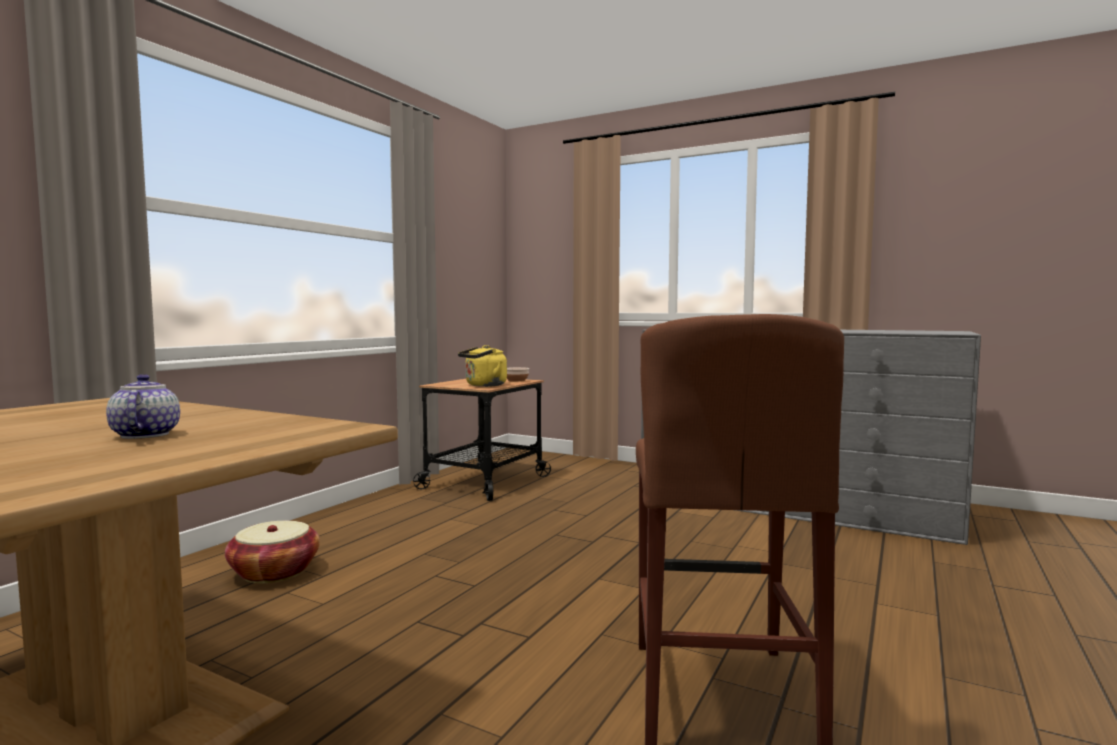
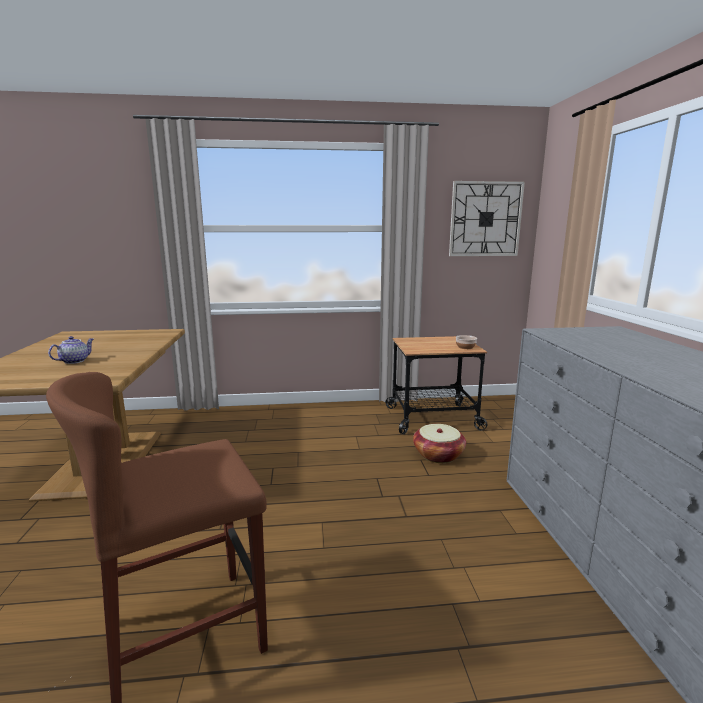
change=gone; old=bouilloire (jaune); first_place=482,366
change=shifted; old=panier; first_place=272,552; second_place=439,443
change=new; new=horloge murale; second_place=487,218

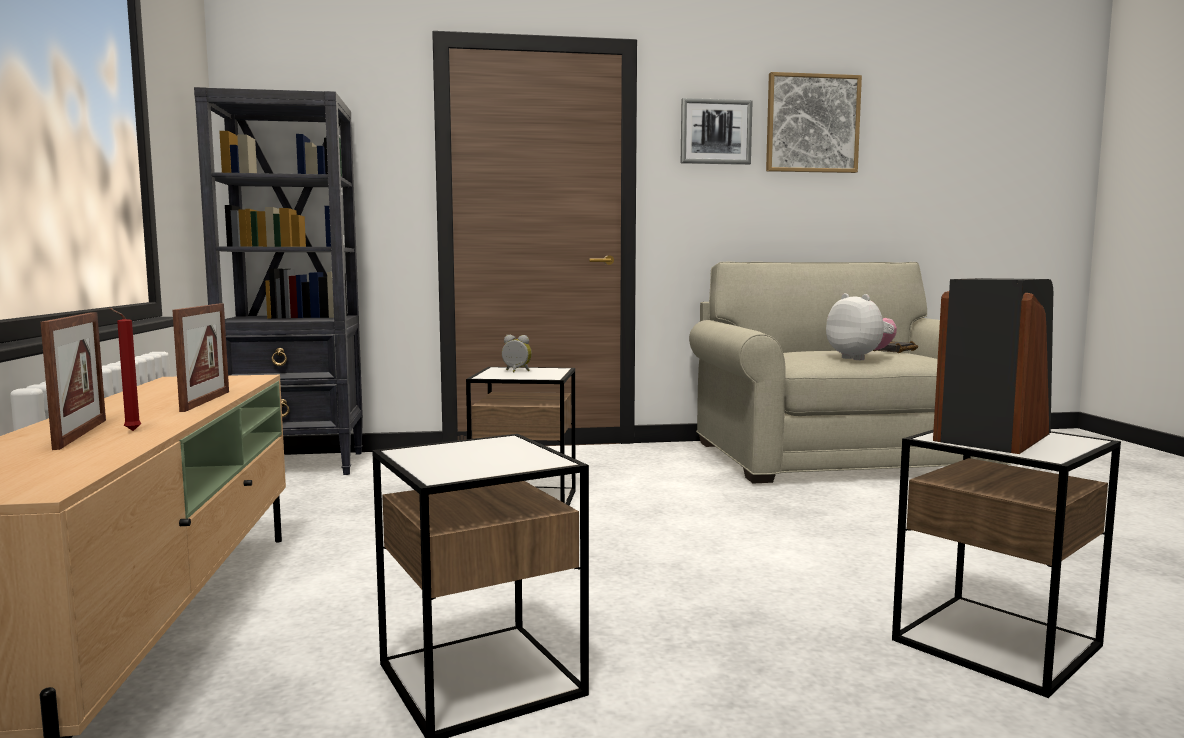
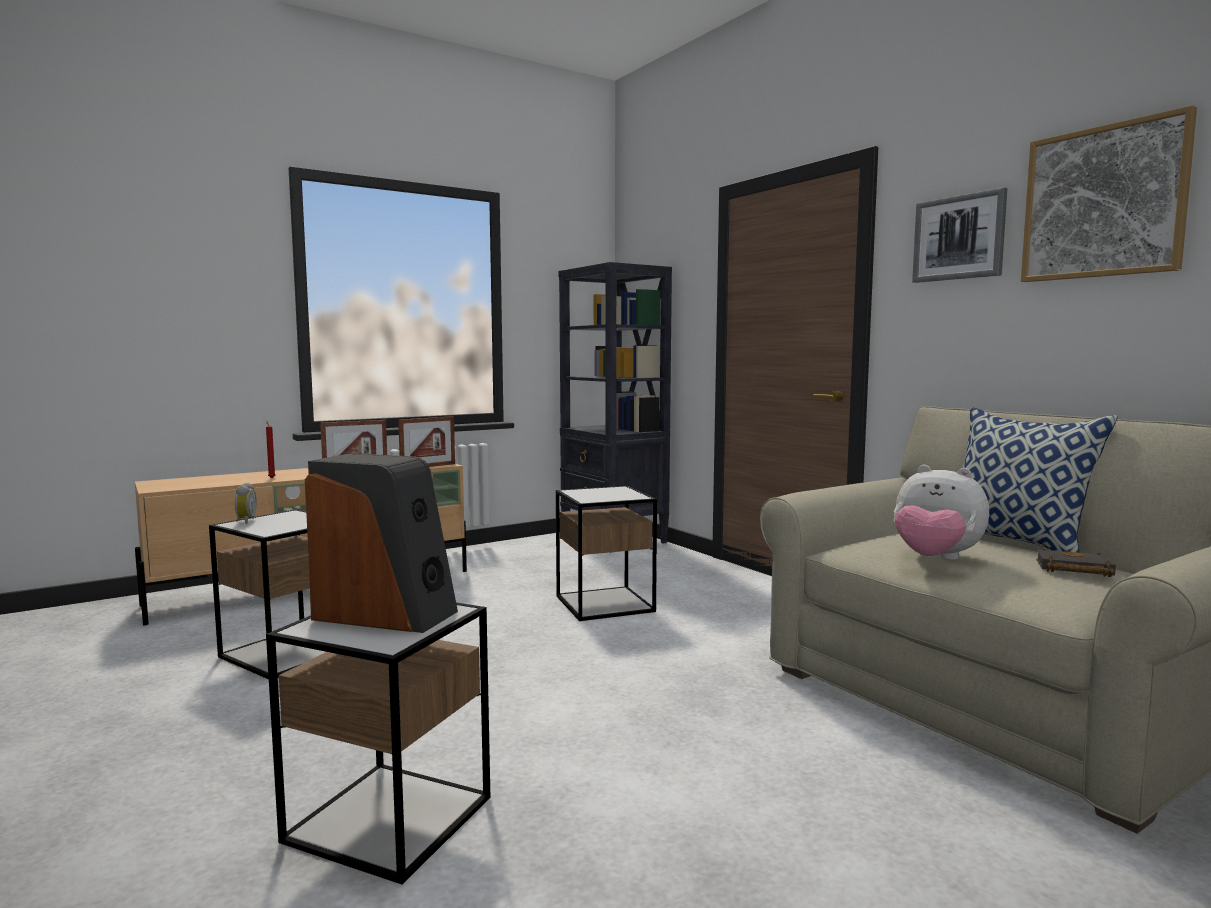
change=rotated; old=peluche; first_place=861,326; second_place=941,512; degrees=90
change=shifted; old=cadre photo; first_place=73,381; second_place=426,441
change=shifted; old=réveil; first_place=517,353; second_place=246,503
change=new; new=coussin; second_place=1040,480

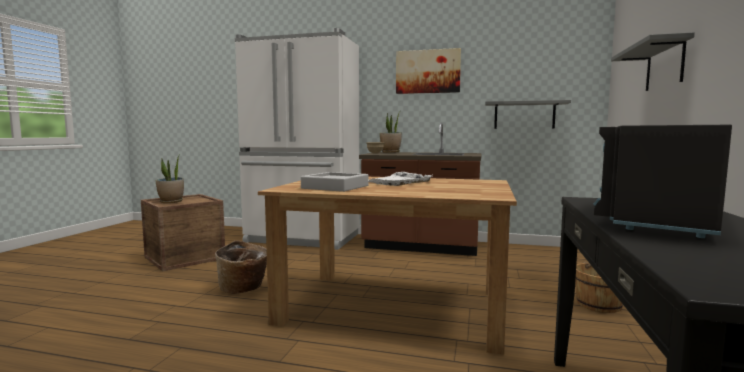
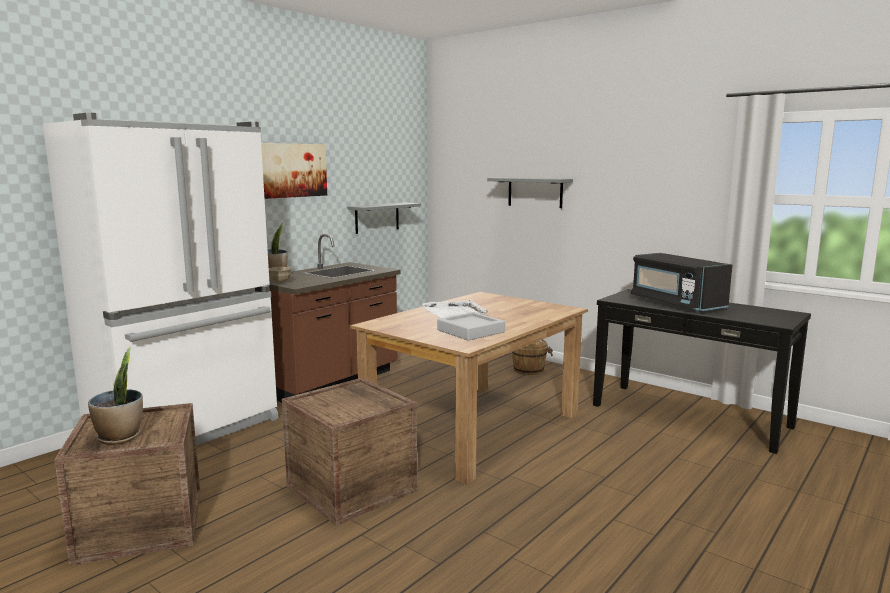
change=swapped; old=panier; new=caisse; first_place=241,267; second_place=349,452

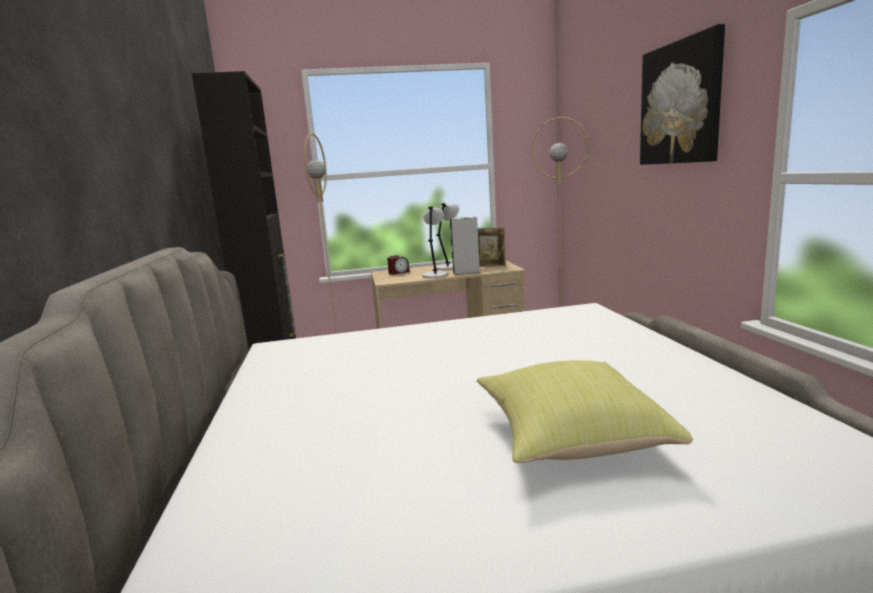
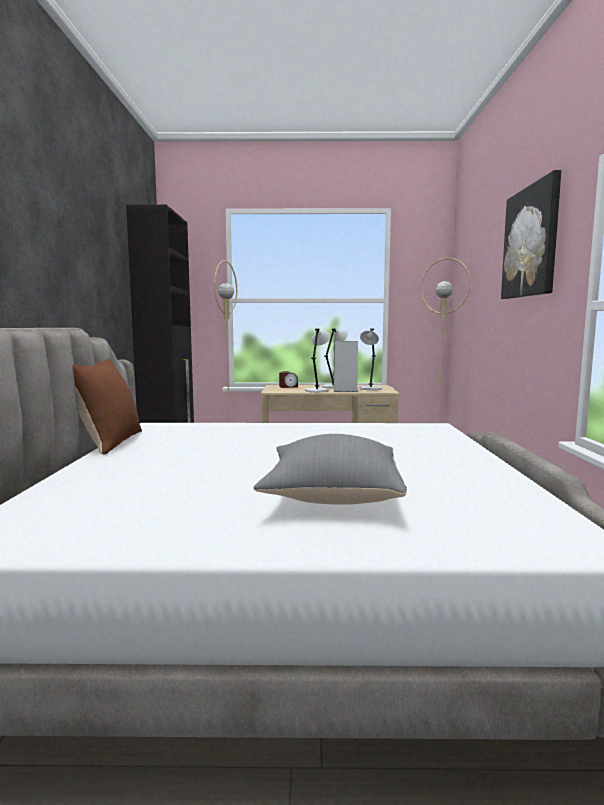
change=swapped; old=cadre photo; new=lampe de table (gris); first_place=492,247; second_place=370,359
change=repainted; old=coussin (jaune); new=coussin (gris); first_place=585,411; second_place=330,469
change=new; new=coussin (marron); second_place=107,406

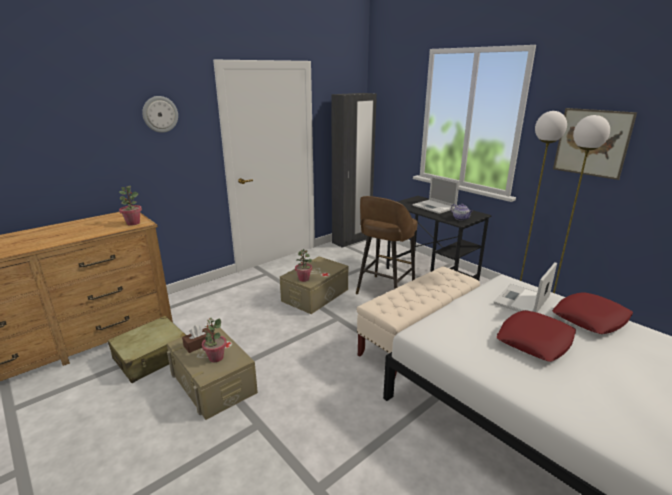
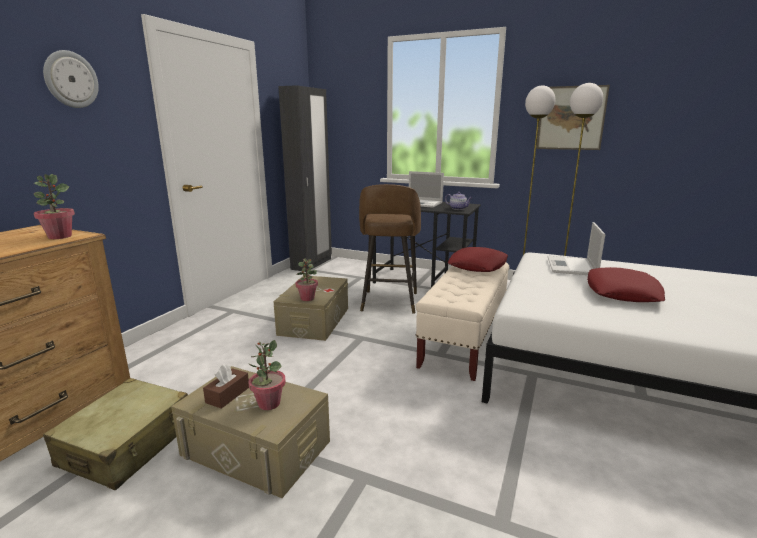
change=shifted; old=coussin (rouge); first_place=592,313; second_place=477,259

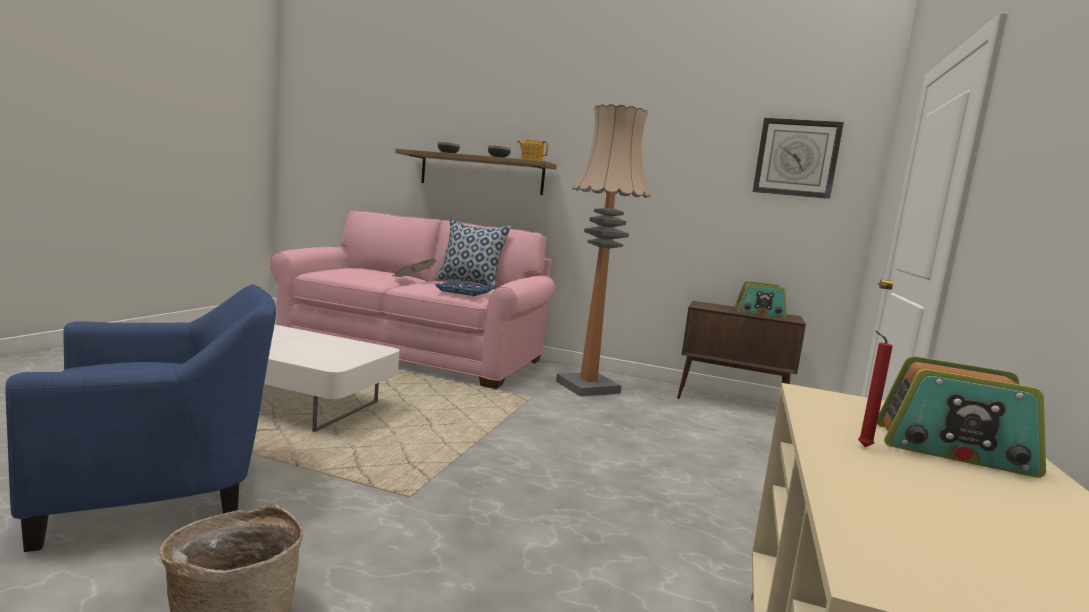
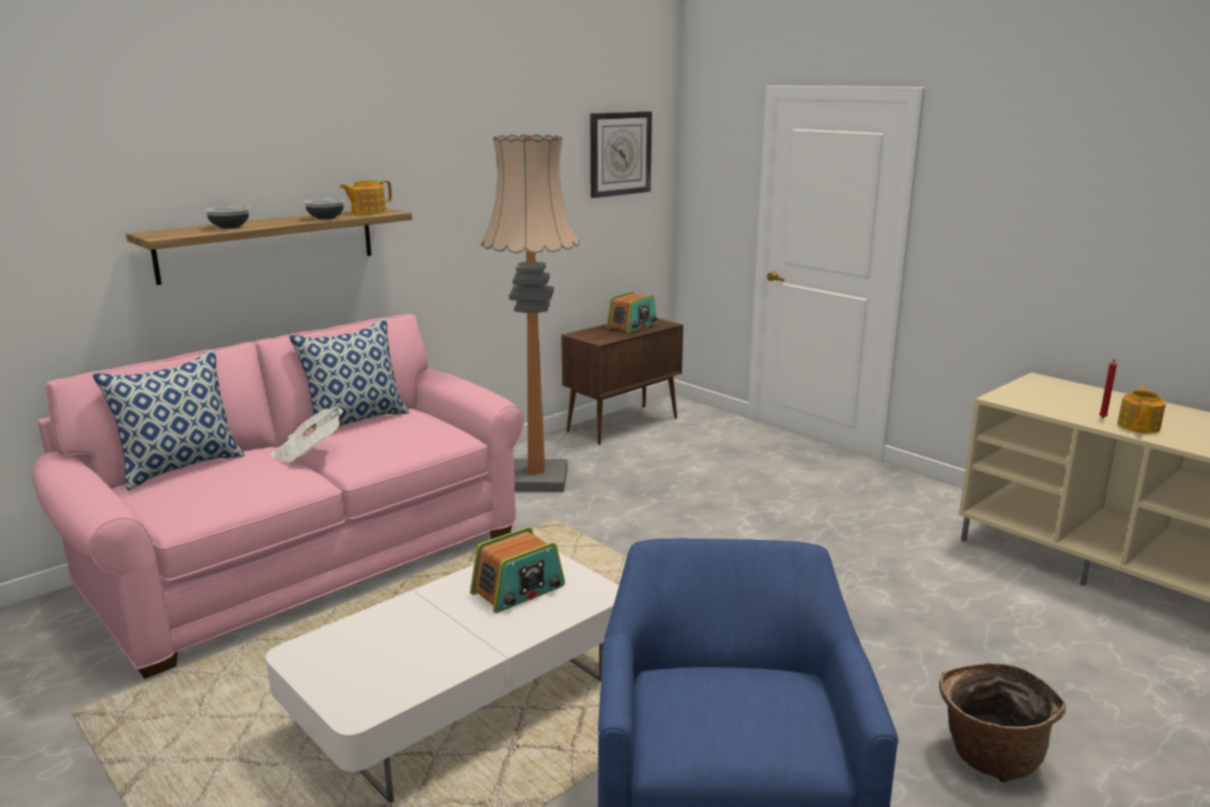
change=gone; old=plateau (bleu); first_place=465,288
change=shifted; old=radio; first_place=961,417; second_place=517,570
change=new; new=coussin; second_place=168,419
change=new; new=théière; second_place=1141,410

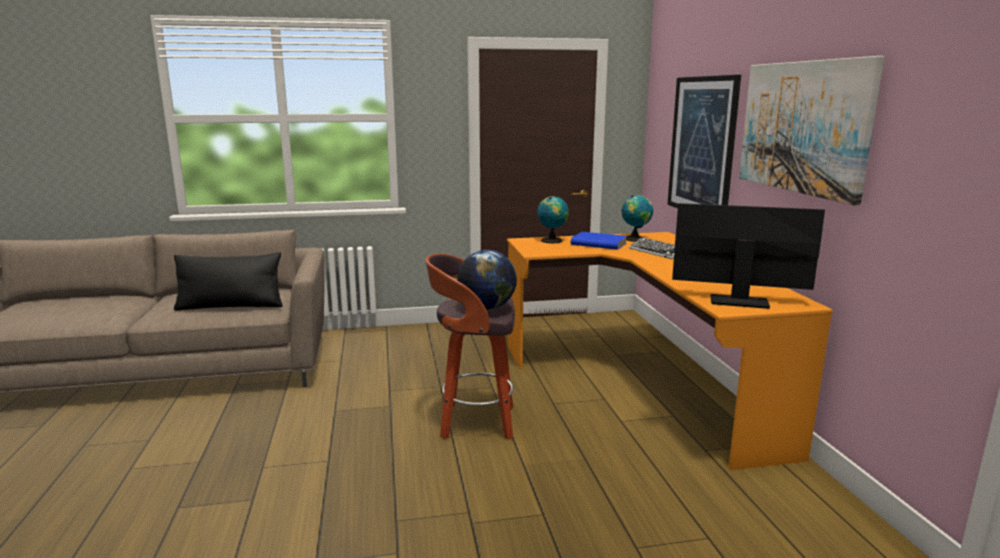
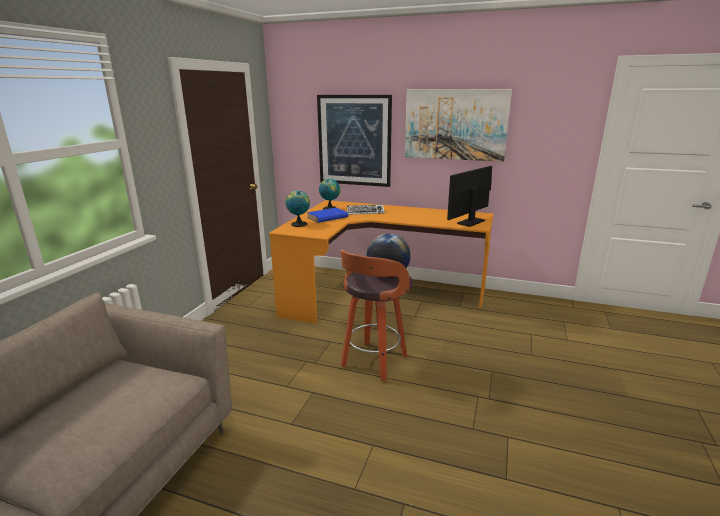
change=gone; old=coussin (noir); first_place=228,281

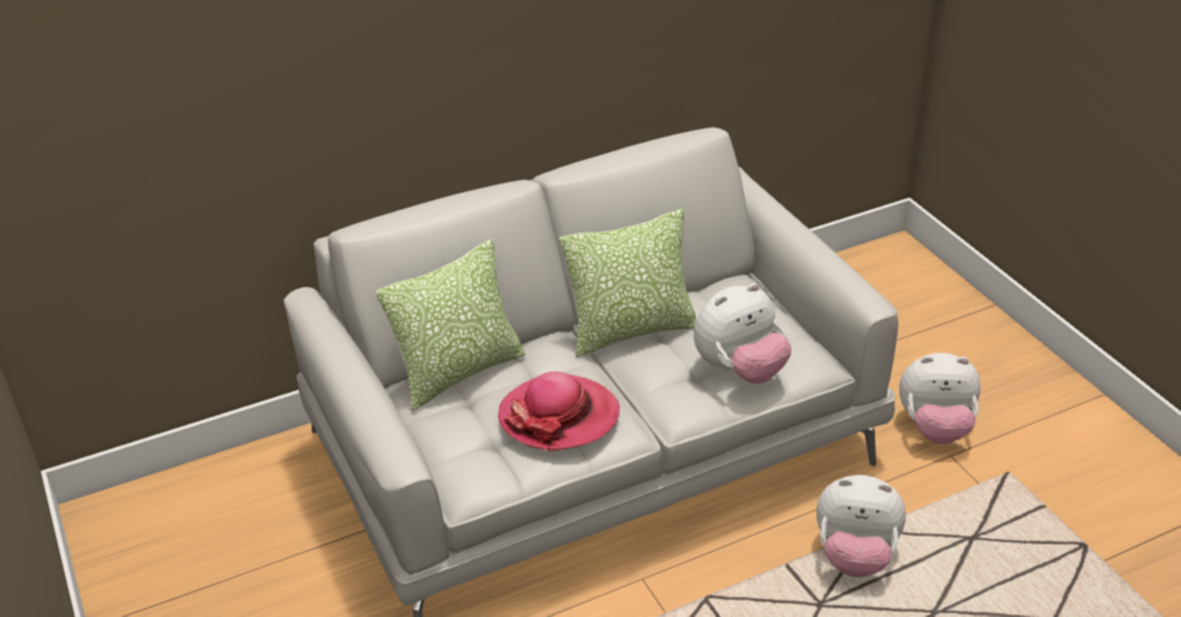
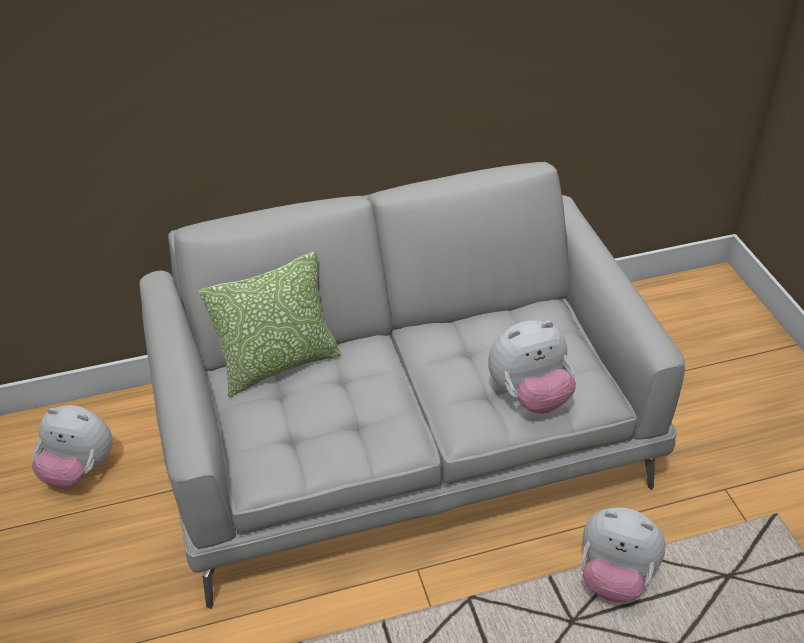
change=gone; old=coussin; first_place=627,283
change=shifted; old=peluche; first_place=940,398; second_place=72,447
change=gone; old=chapeau; first_place=559,412

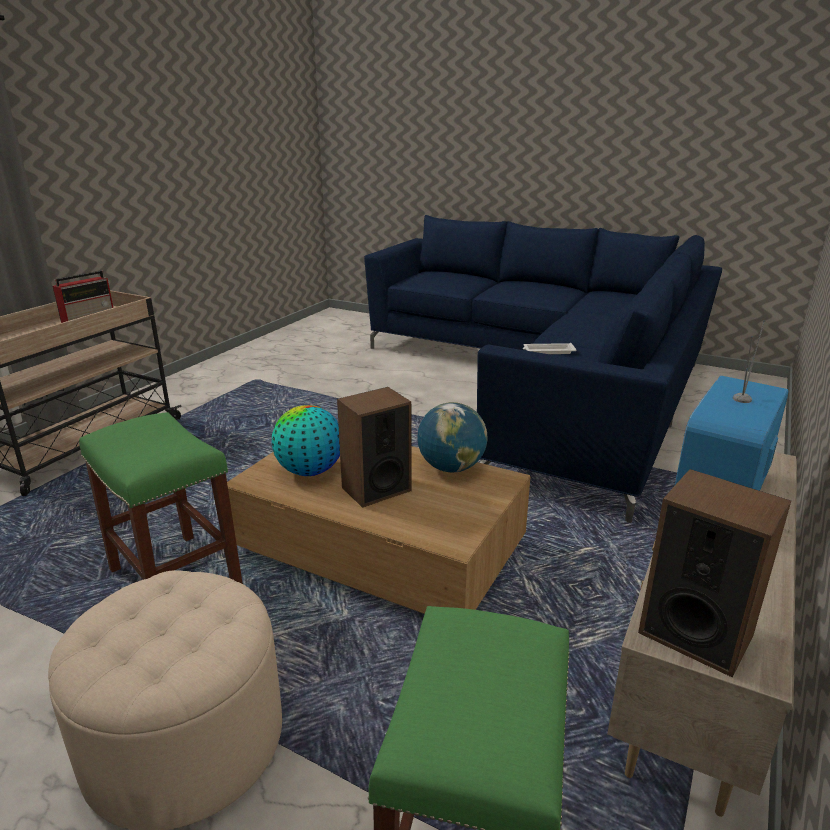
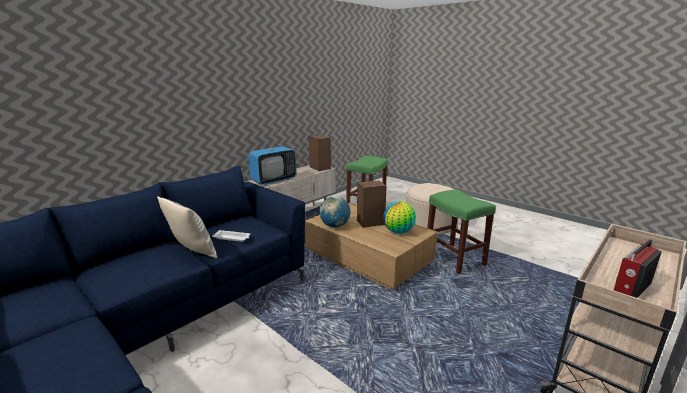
change=new; new=coussin; second_place=187,227

